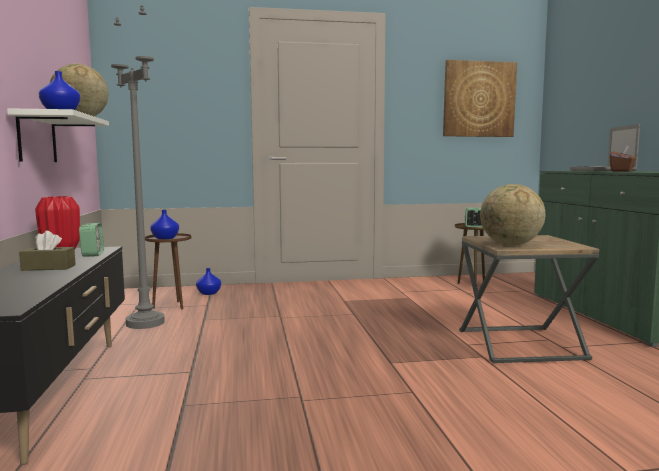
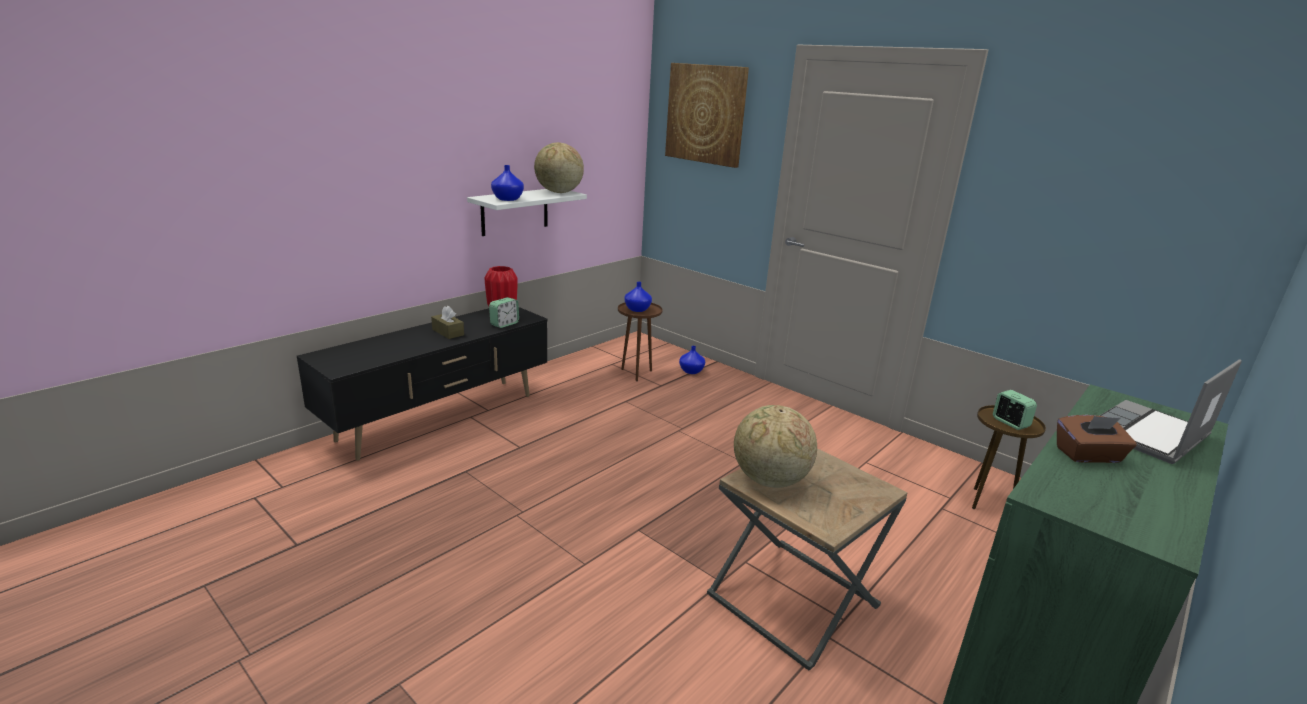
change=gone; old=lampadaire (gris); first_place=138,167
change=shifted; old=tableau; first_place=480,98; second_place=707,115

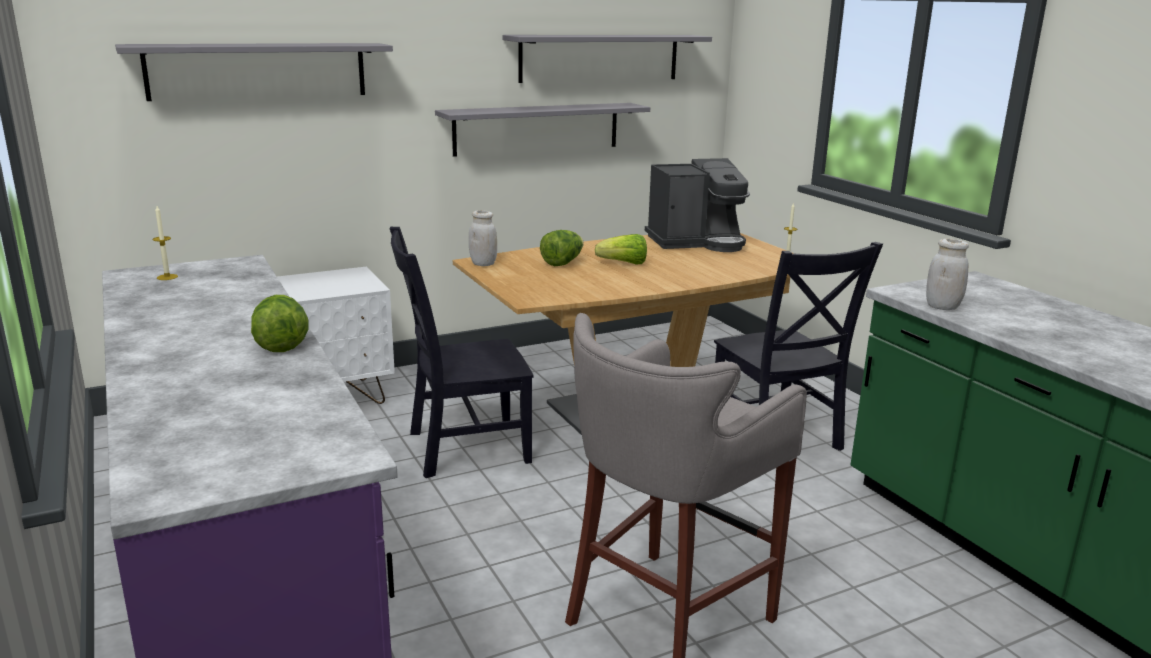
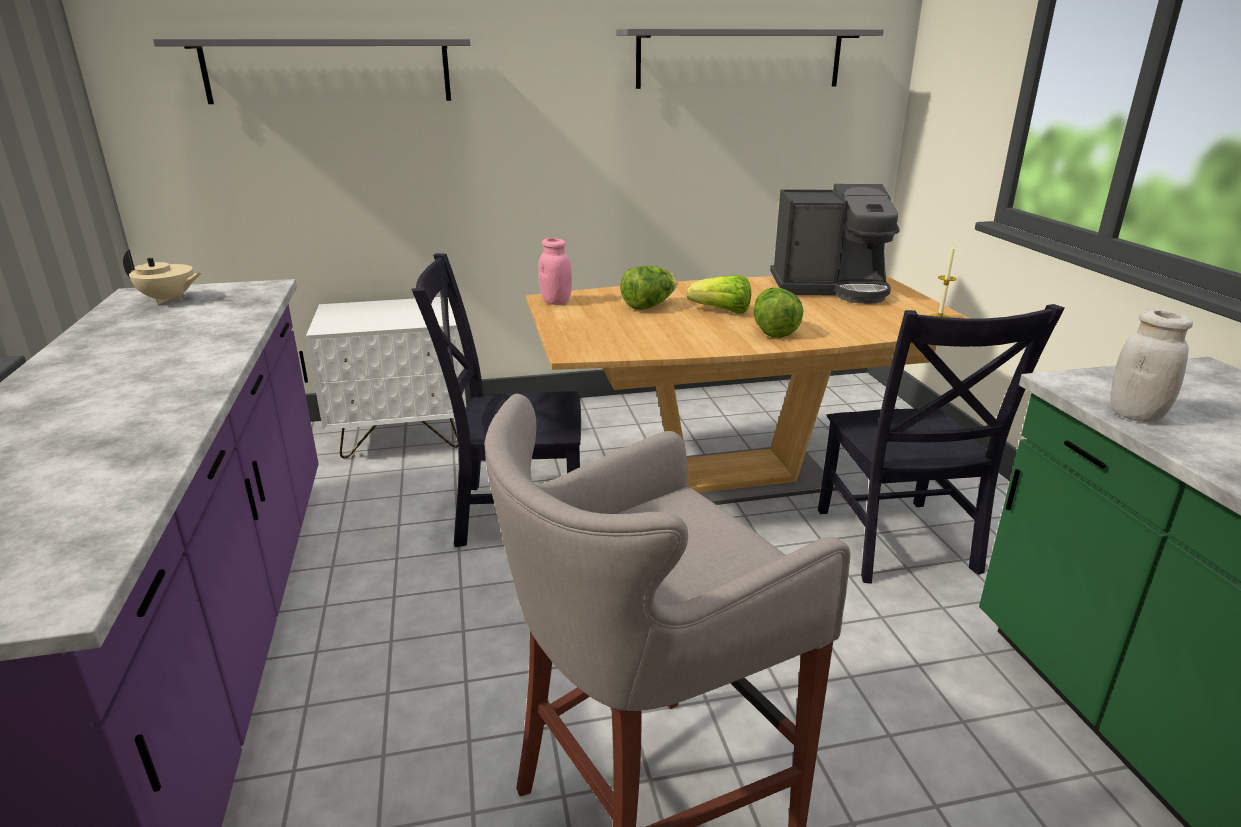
change=gone; old=étagère (gris); first_place=542,130
change=swapped; old=bougie; new=théière (beige); first_place=165,243; second_place=162,277
change=repainted; old=bocal (blanc); new=bocal (rose); first_place=483,238; second_place=555,271
change=shifted; old=laitue; first_place=279,323; second_place=778,312

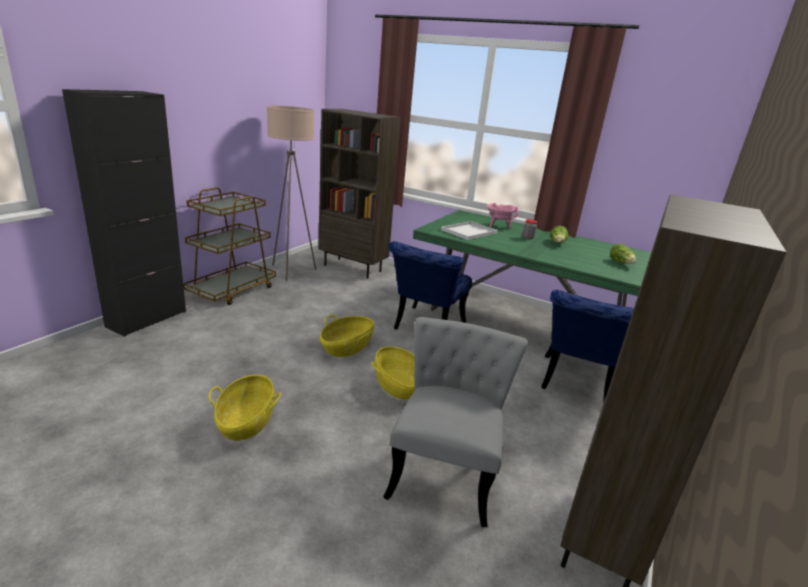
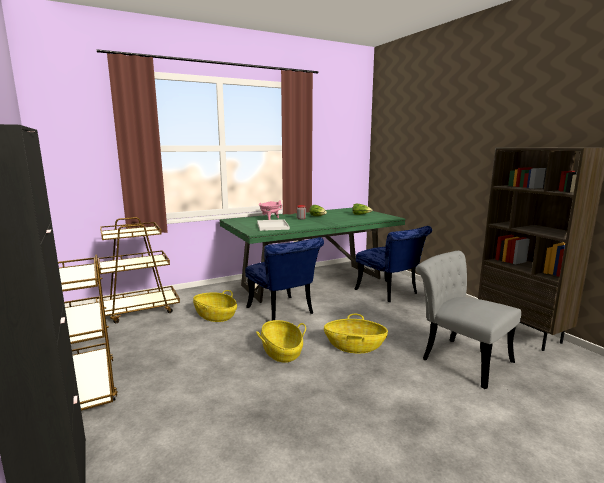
change=gone; old=lampadaire (beige); first_place=291,193
change=swapped; old=bibliothèque (marron); new=chariot (marron); first_place=359,194; second_place=138,270
change=shifted; old=panier; first_place=245,408; second_place=215,306

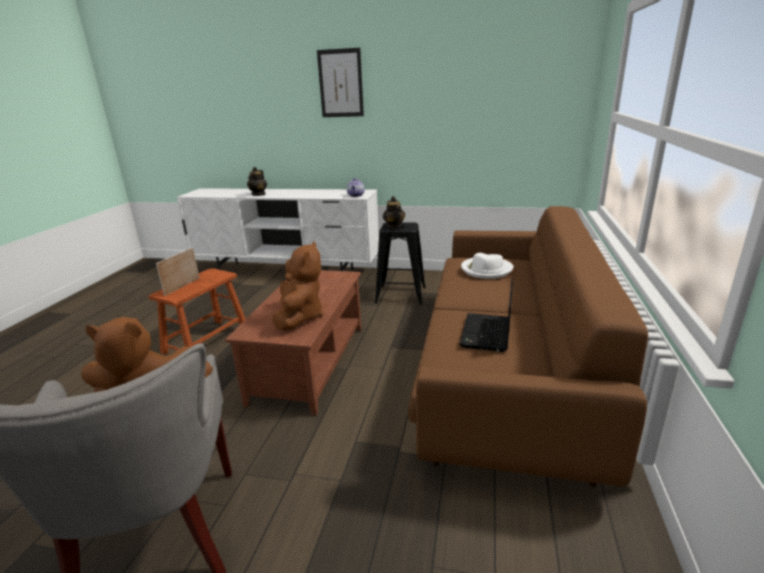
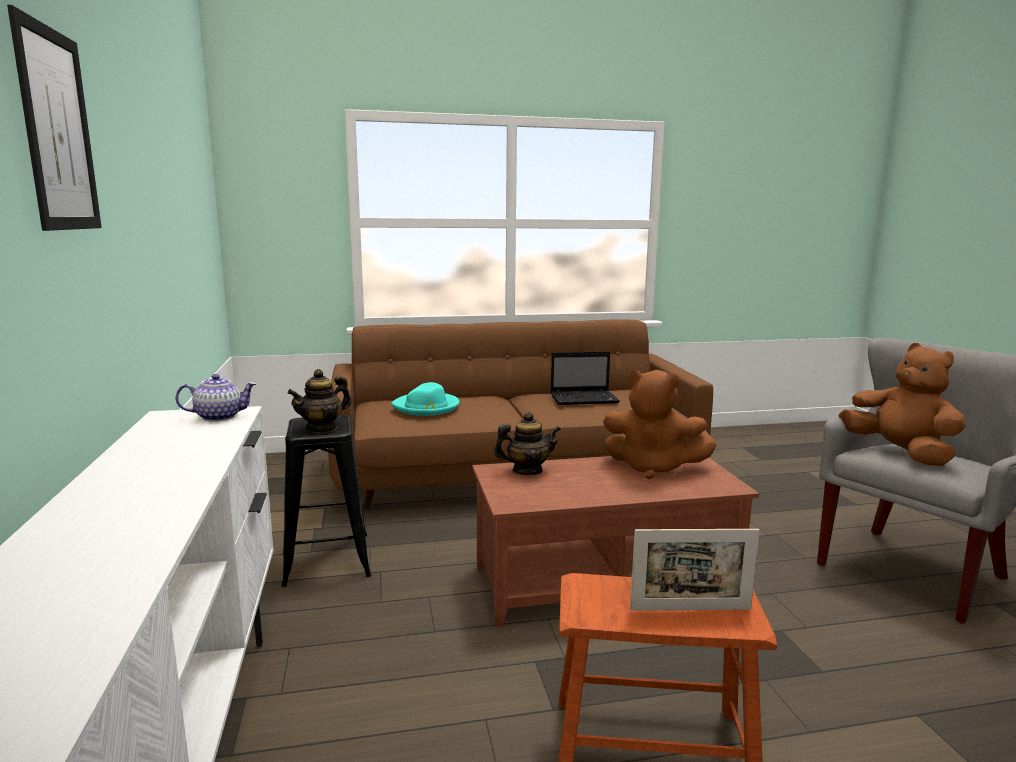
change=shifted; old=théière; first_place=257,181; second_place=527,443
change=rotated; old=peluche (marron); first_place=297,286; second_place=660,424; degrees=-135
change=repainted; old=chapeau (blanc); new=chapeau (turquoise); first_place=487,266; second_place=425,399

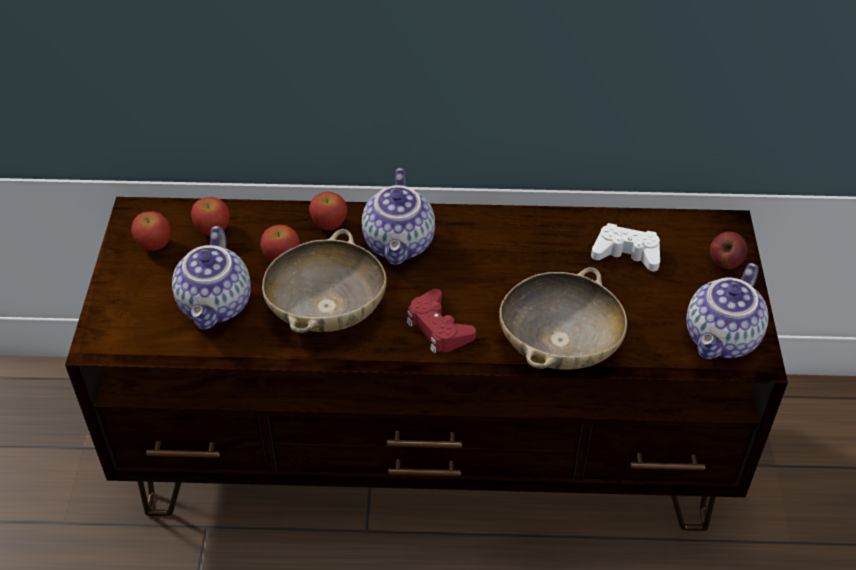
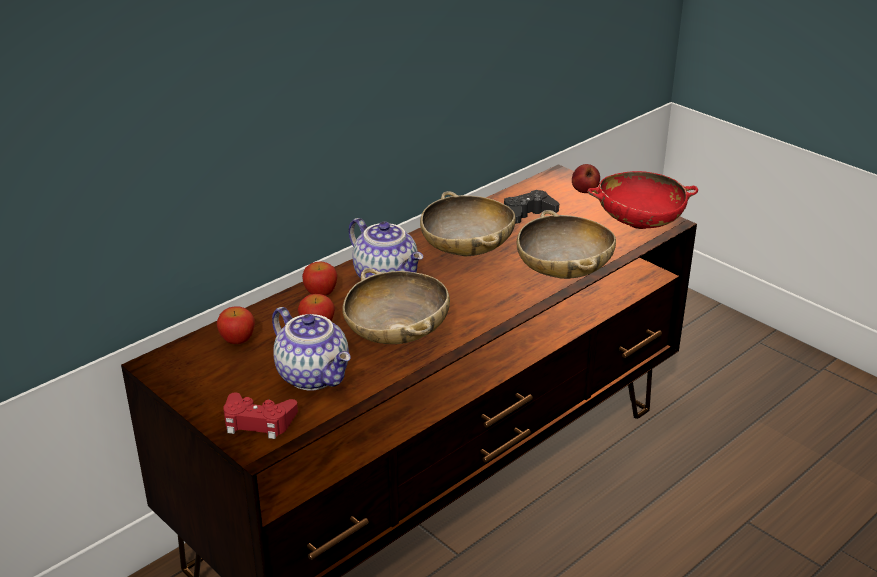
change=gone; old=pomme; first_place=150,231
change=repainted; old=manette (blanc); new=manette (noir); first_place=625,247; second_place=531,207
change=swapped; old=théière; new=bol (rouge); first_place=727,311; second_place=642,200
change=shifted; old=manette (rouge); first_place=441,321; second_place=260,415
change=new; new=bol (beige); second_place=468,223

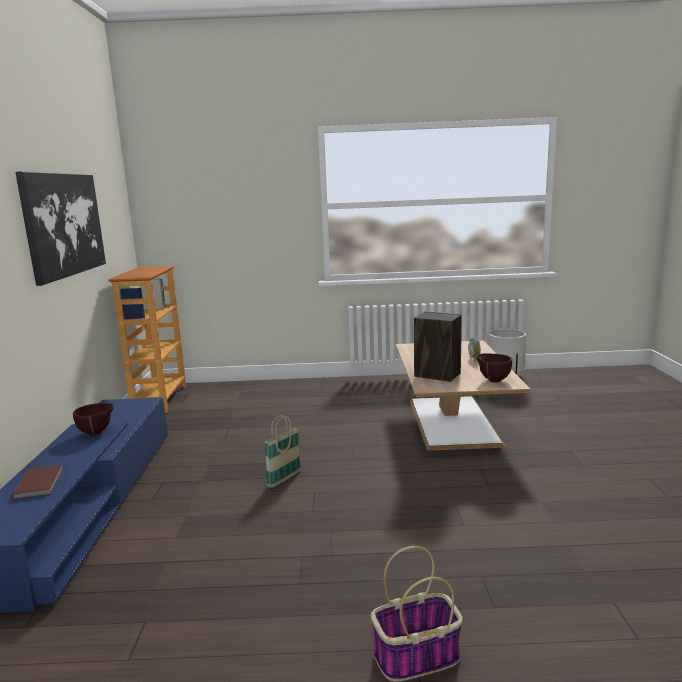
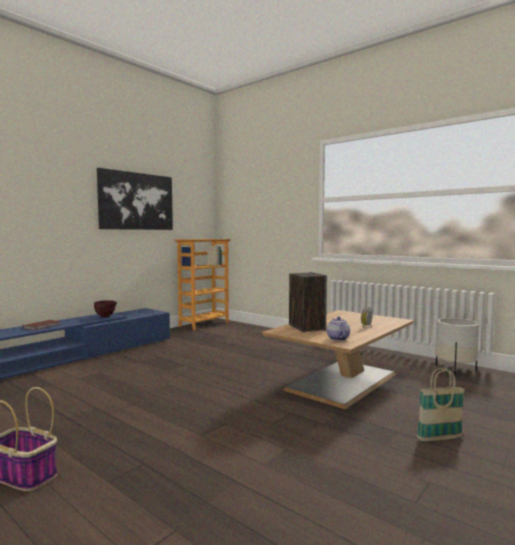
change=swapped; old=bol (marron); new=théière; first_place=494,368; second_place=338,328
change=shifted; old=panier; first_place=282,451; second_place=441,405

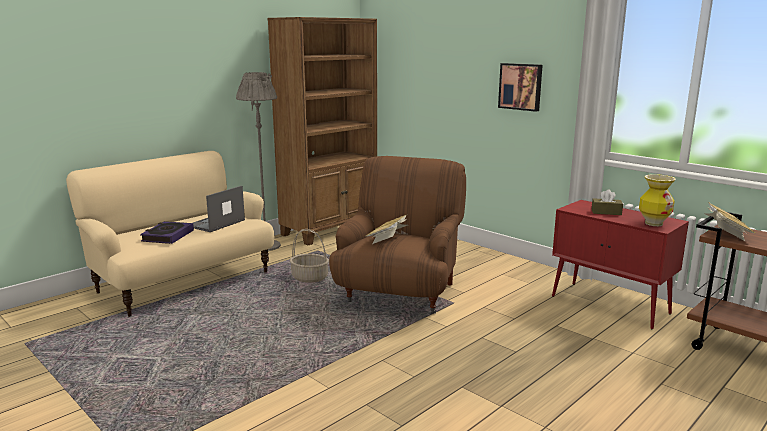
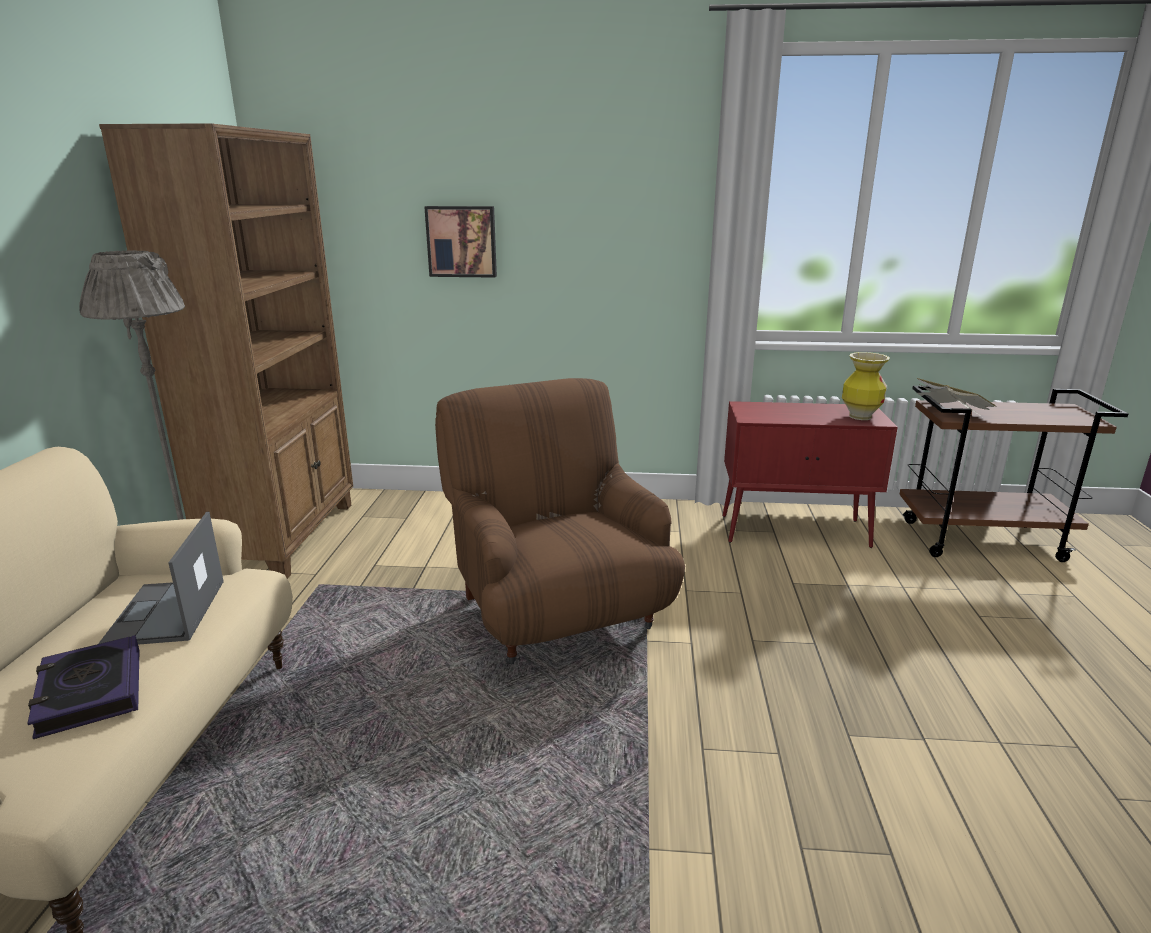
change=shifted; old=tableau; first_place=520,87; second_place=460,242
change=gone; old=boîte à mouchoirs (marron); first_place=607,202
change=gone; old=livre; first_place=386,229
change=gone; old=panier; first_place=309,256

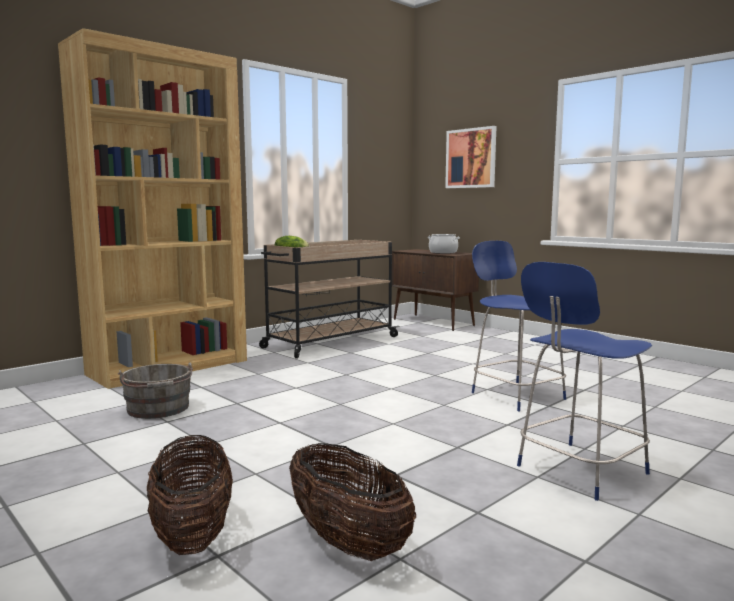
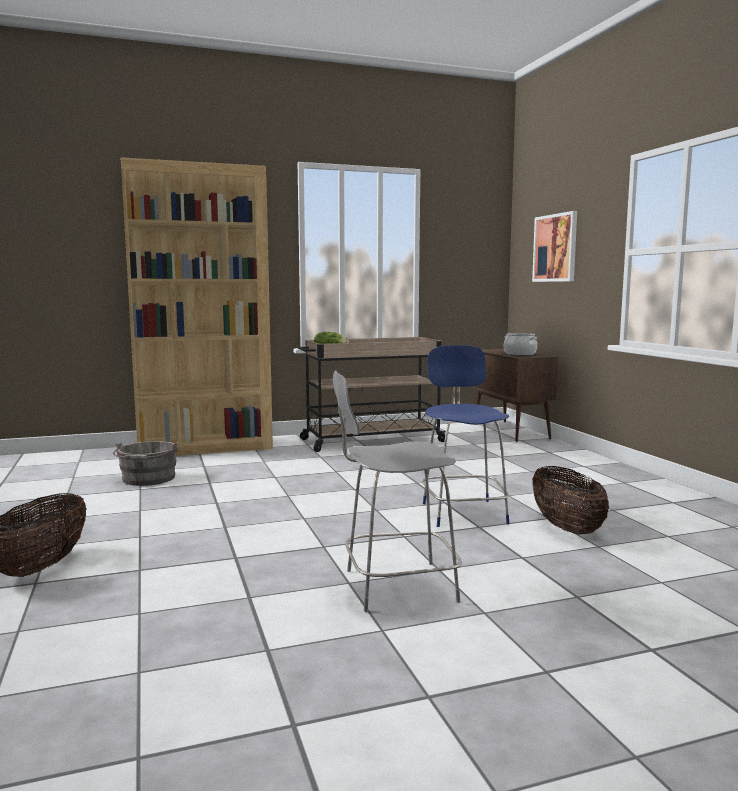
change=repainted; old=chaise (bleu); new=chaise (gris); first_place=584,381; second_place=397,491
change=shifted; old=panier; first_place=352,502; second_place=571,500

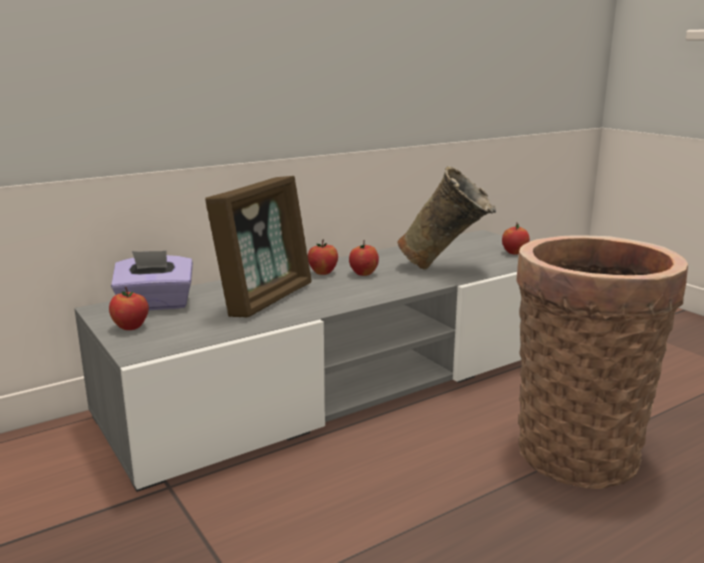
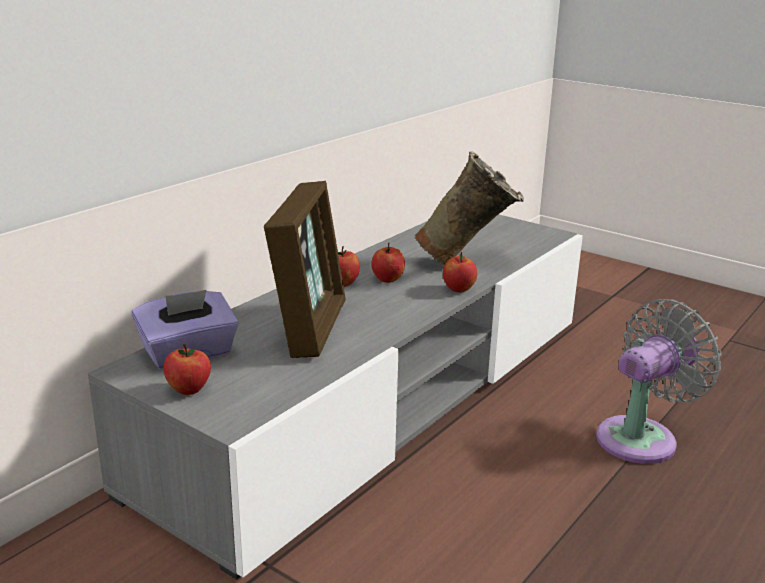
change=shifted; old=pomme; first_place=516,238; second_place=460,272
change=swapped; old=panier; new=ventilateur (gris); first_place=602,362; second_place=659,381

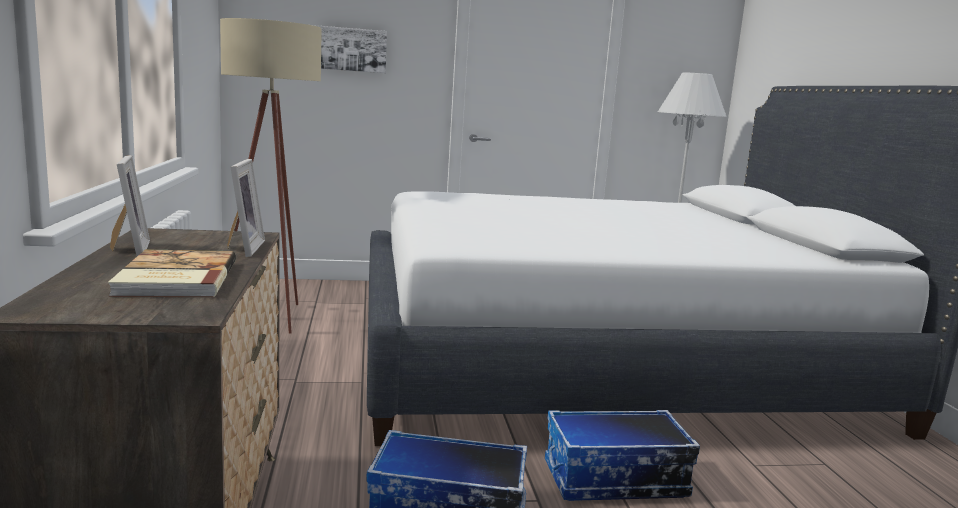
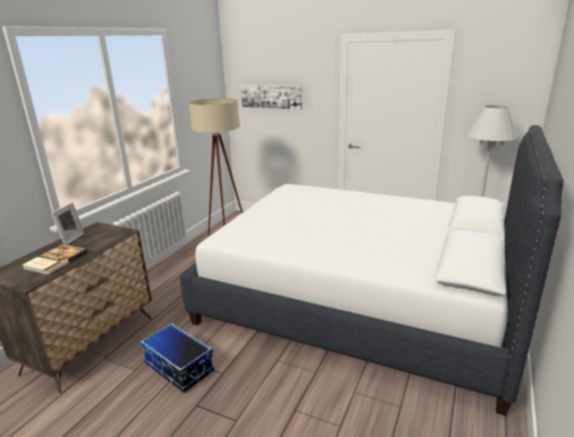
change=gone; old=cadre photo; first_place=246,208
change=gone; old=boîte de rangement; first_place=622,455

